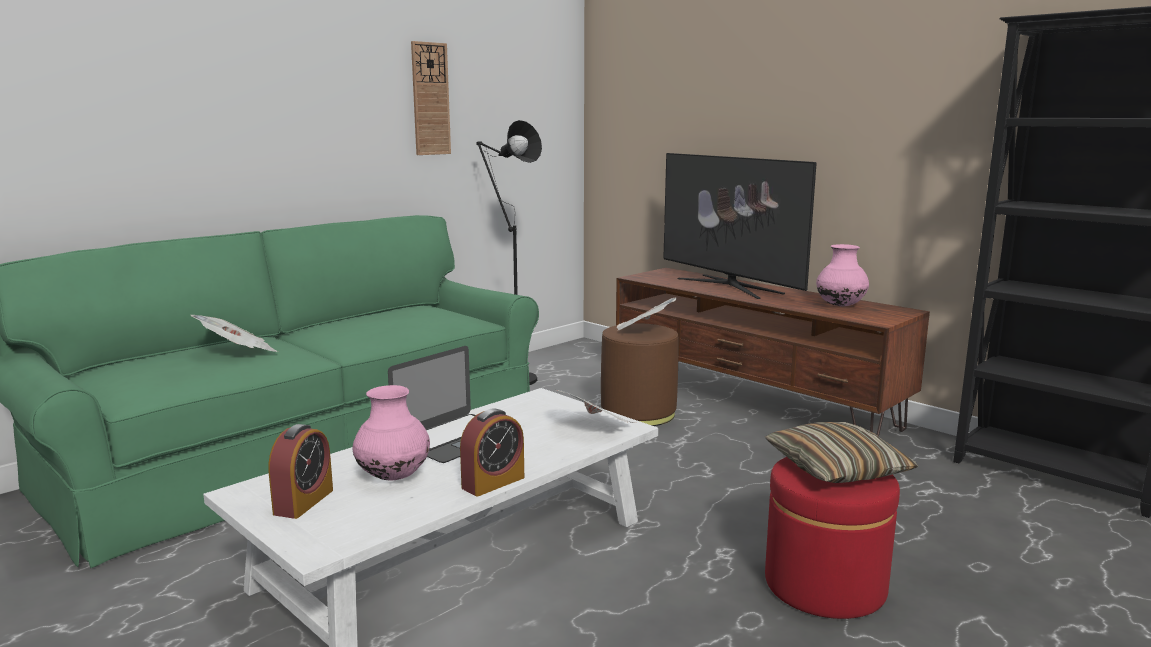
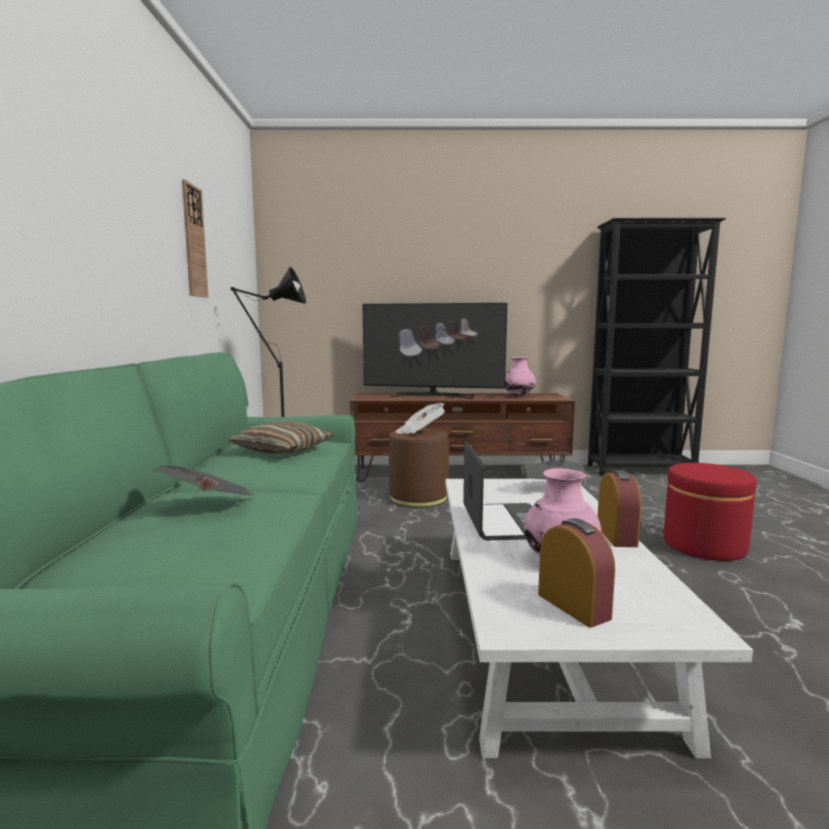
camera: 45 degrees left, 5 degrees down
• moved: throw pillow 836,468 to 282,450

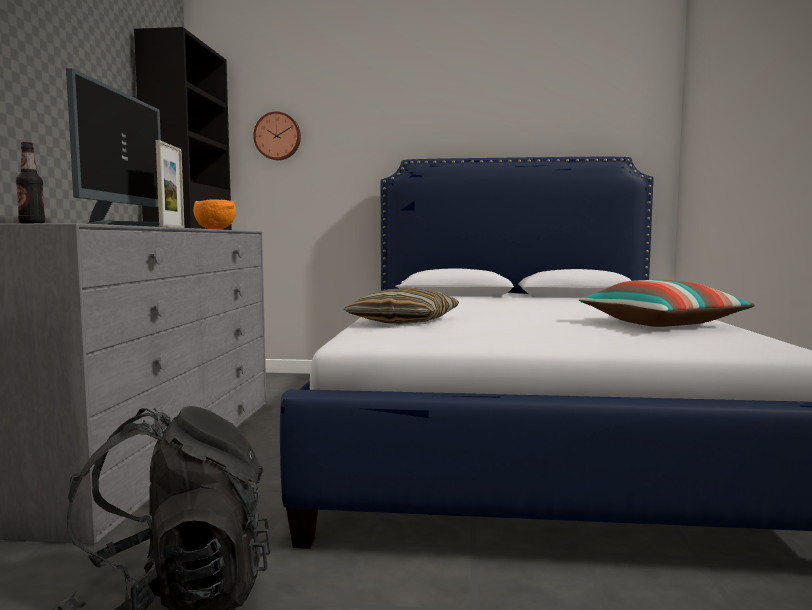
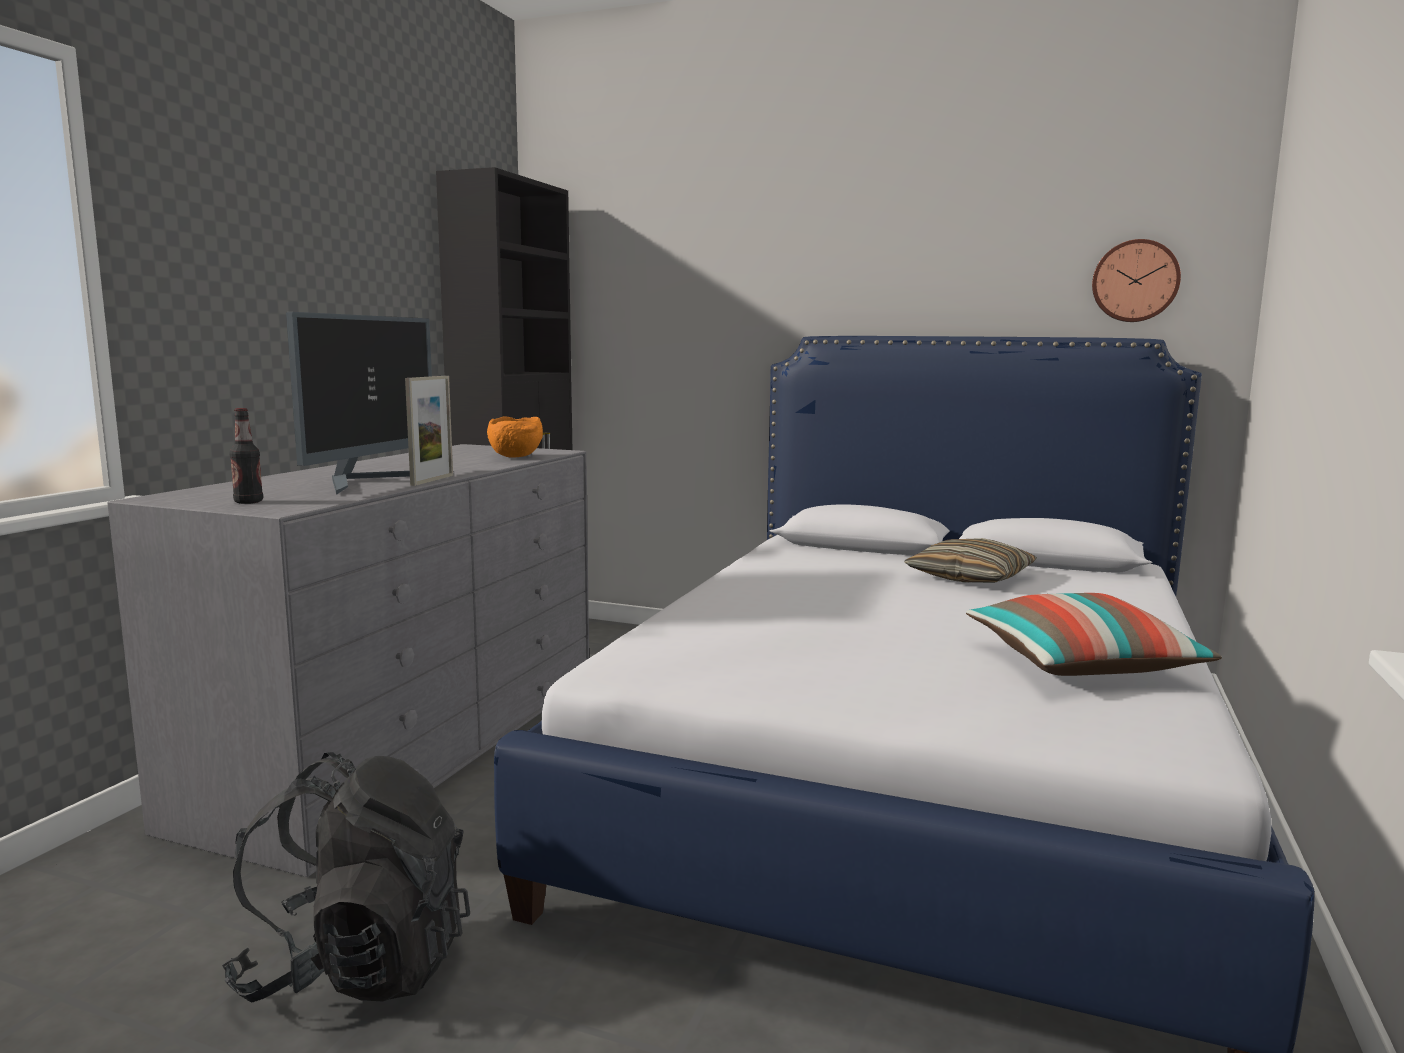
camera: 15 degrees right, 5 degrees up
• moved: wall clock 278,136 to 1135,281
• moved: throw pillow 404,321 to 970,577

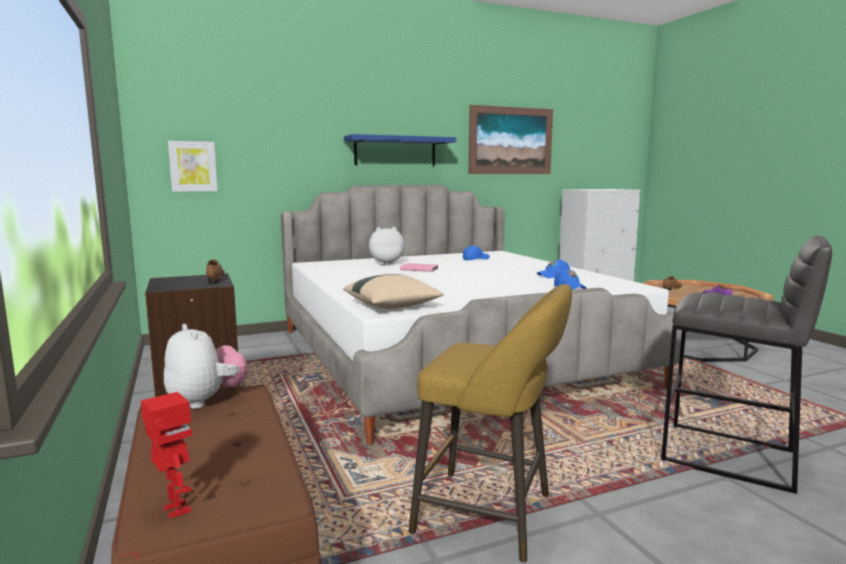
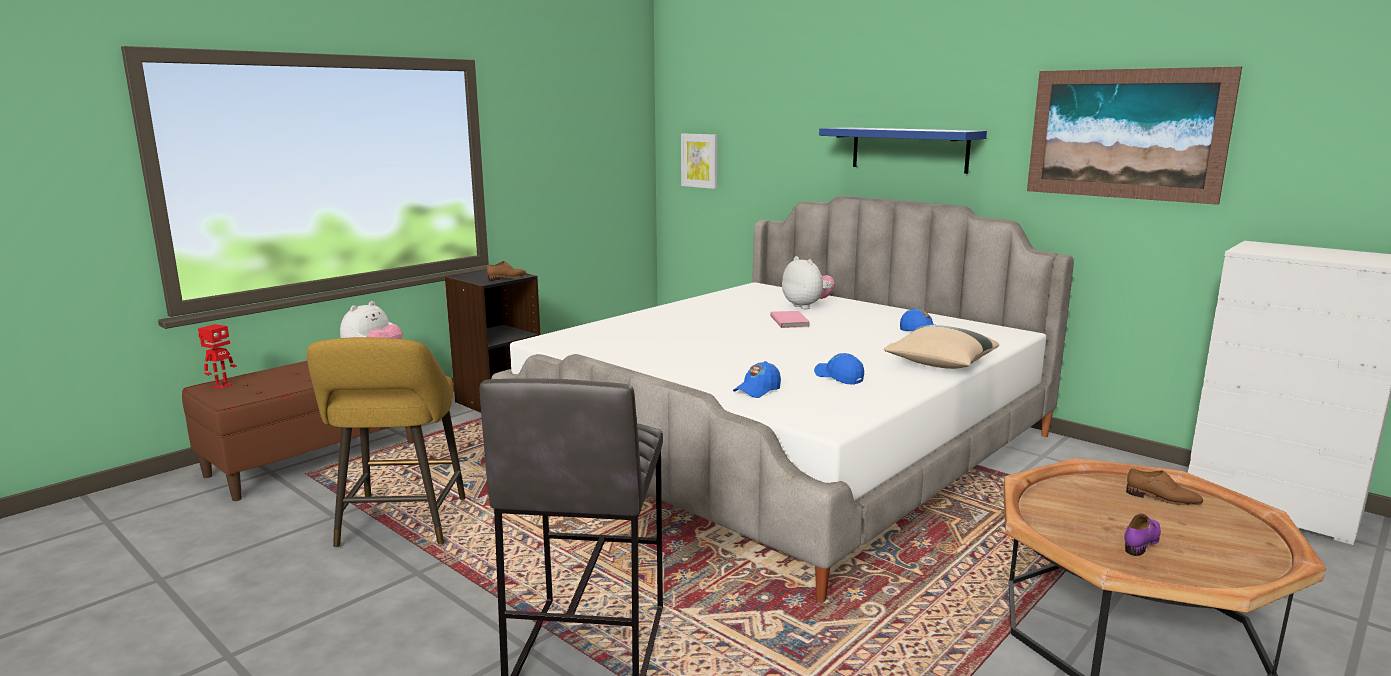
camera: 65 degrees right, 5 degrees up
• moved: sand-coloured throw pillow 392,307 to 940,364

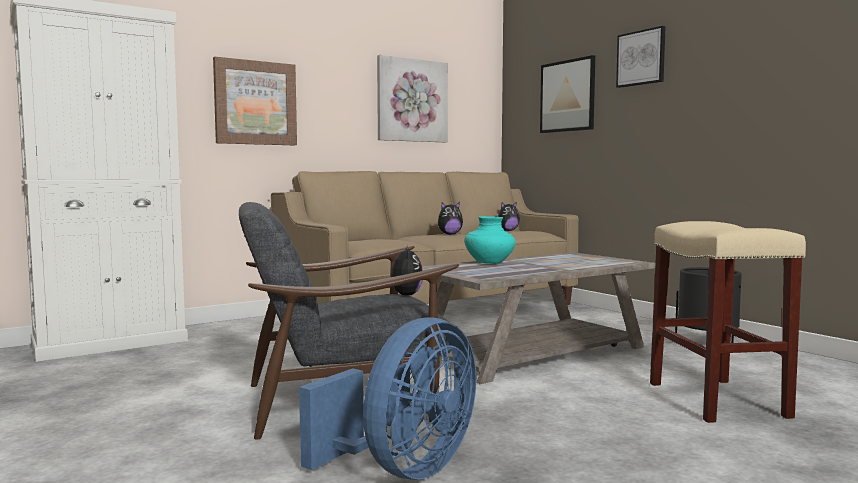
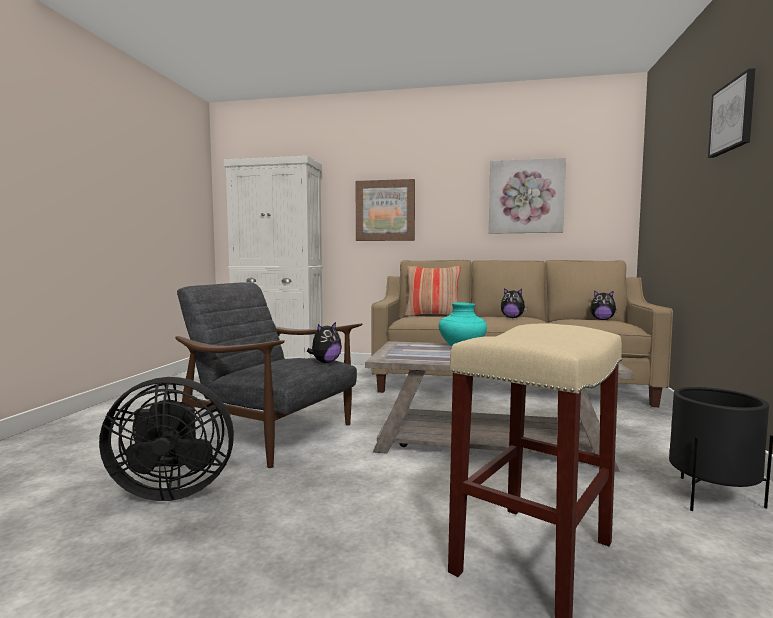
camera: 45 degrees right, 0 degrees up
• removed: picture 567,96
• recoloured: bluish cooling fan 404,469 to blackish cooling fan 171,490
• added: throw pillow 432,315

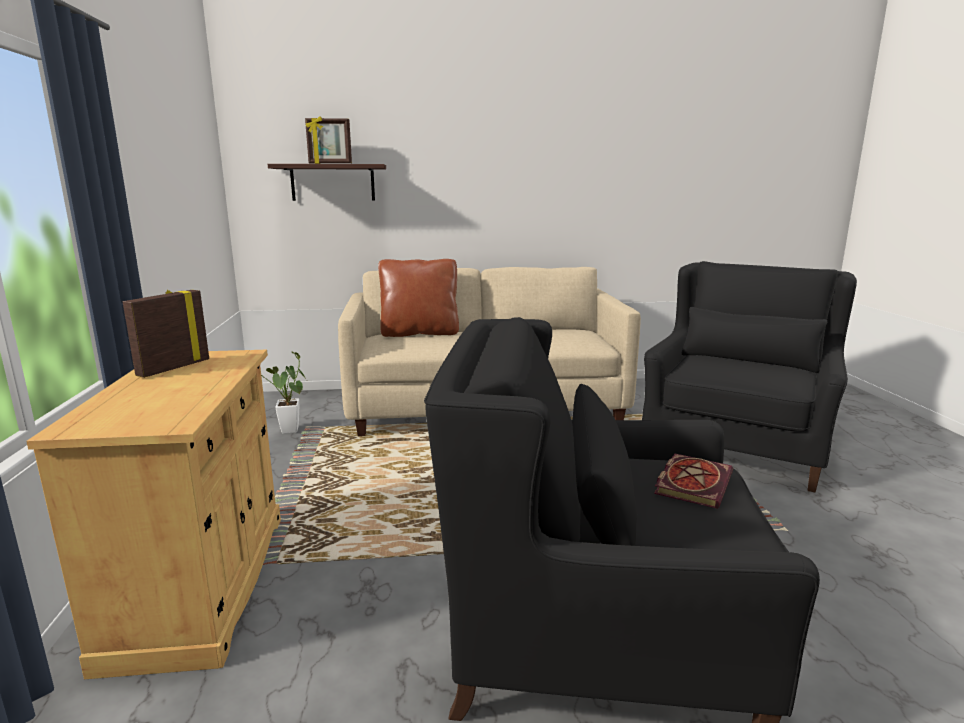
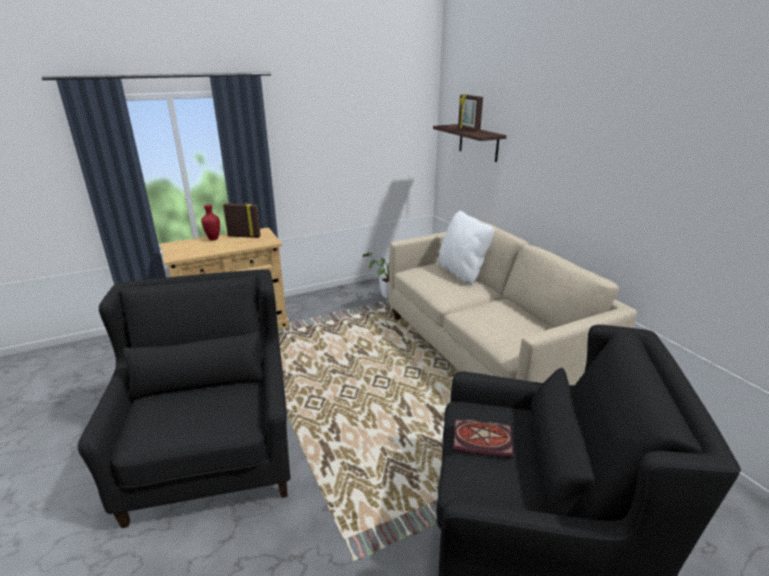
camera: 70 degrees right, 10 degrees up
• recoloured: brownish throw pillow 419,333 to white throw pillow 462,273
• moved: bound book 692,482 to 483,440
• added: reddish flower vase 213,239

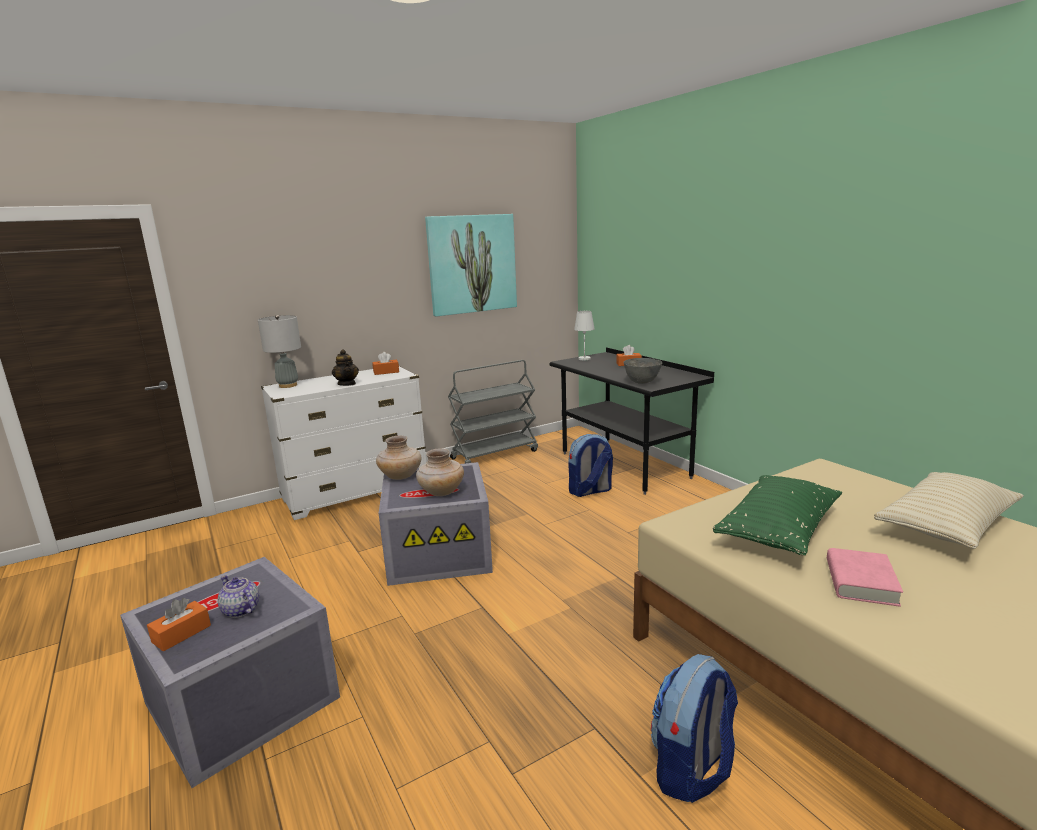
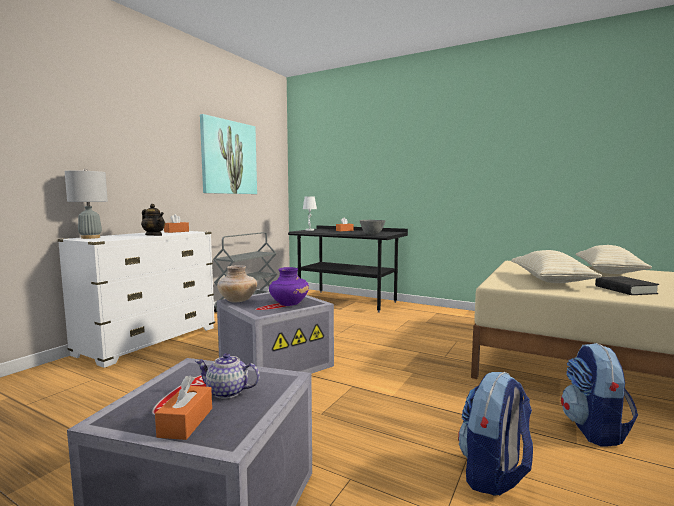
camera: 30 degrees left, 10 degrees down
• moved: backpack 590,491 to 493,474
• recoloured: sand-coloured flower vase 441,492 to purple flower vase 289,304
• recoloured: green-coloured throw pillow 778,530 to sand-coloured throw pillow 550,281
• recoloured: pink bound book 860,582 to blackish bound book 625,290

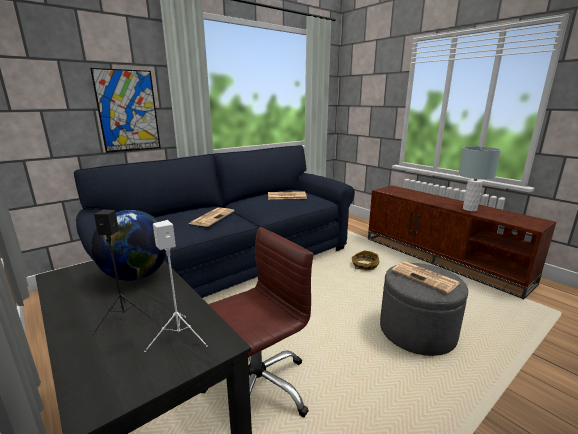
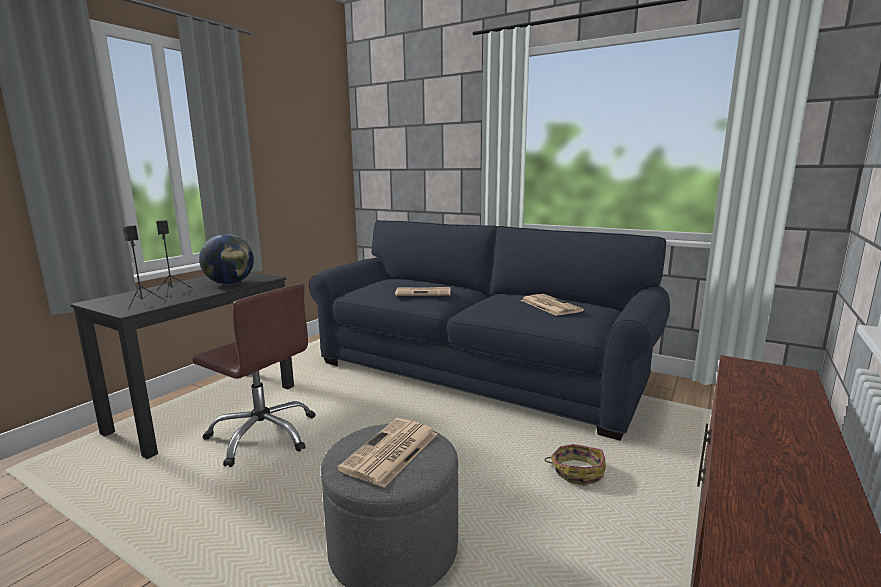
camera: 70 degrees right, 5 degrees down
• removed: picture 128,111
• removed: gray lamp for a table 469,209
• recoloured: white audio speaker 179,336 to blackish audio speaker 143,303

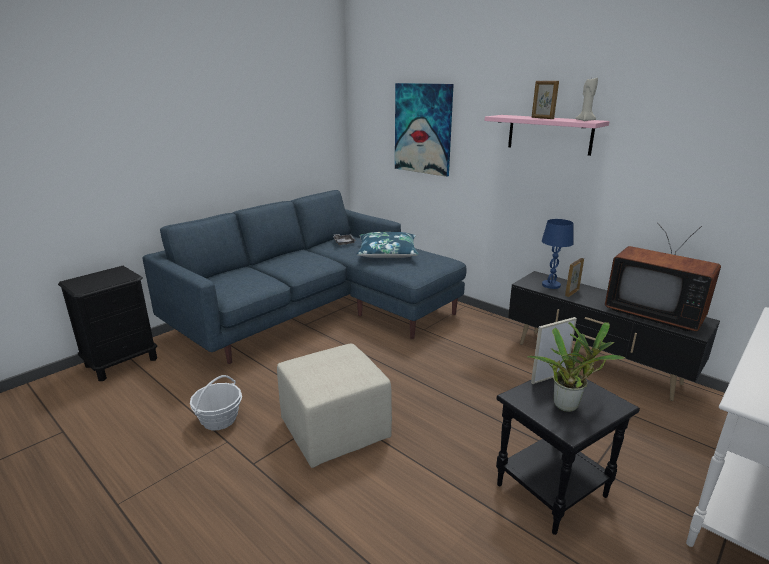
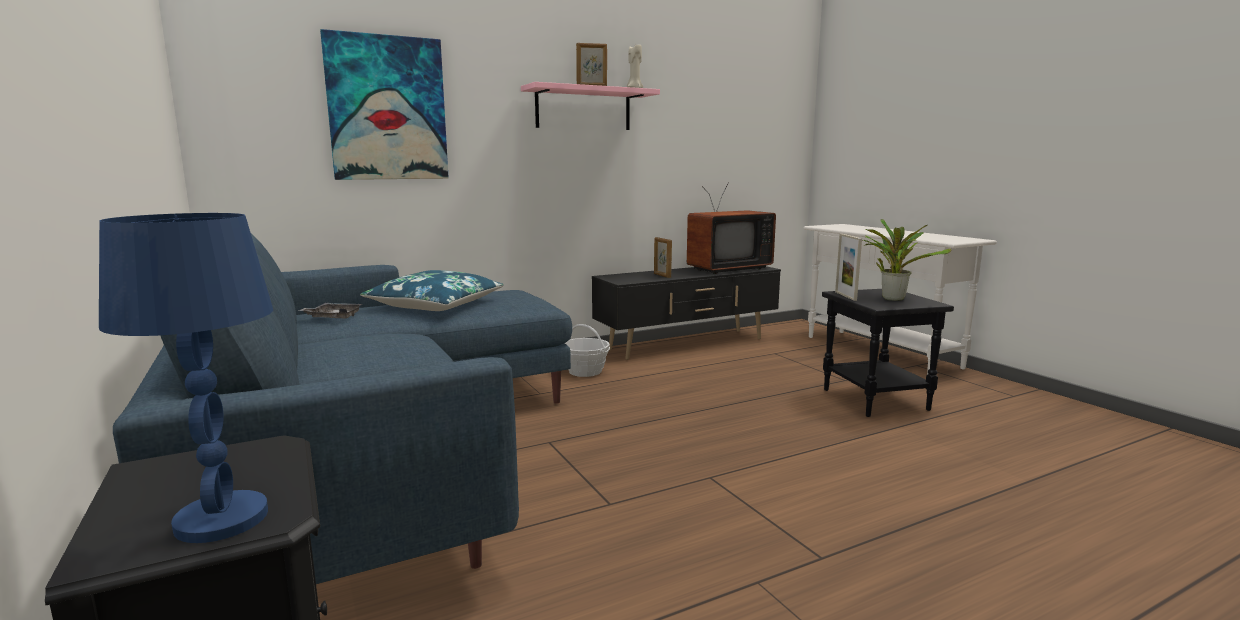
camera: 70 degrees left, 10 degrees down
• moved: bluish lamp for a table 551,285 to 222,520
• removed: sand-coloured footrest 336,430
• moved: storage basket 219,420 to 585,371

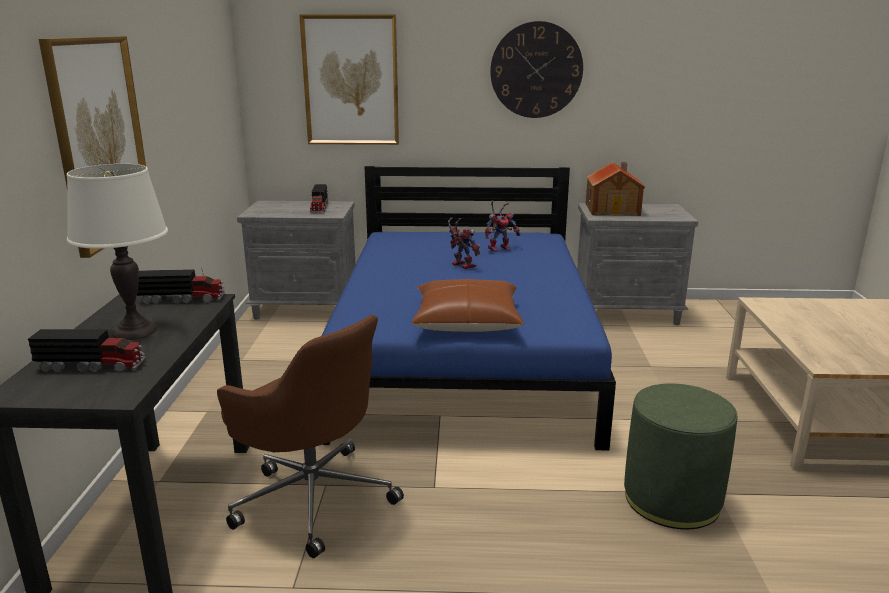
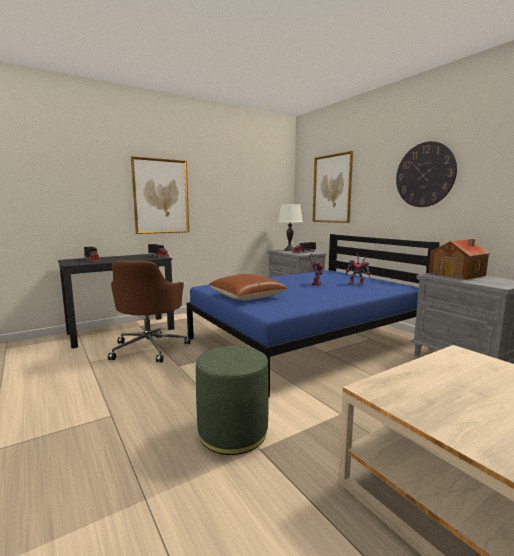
camera: 55 degrees right, 10 degrees down
• moved: white lamp for a table 134,331 to 289,250

